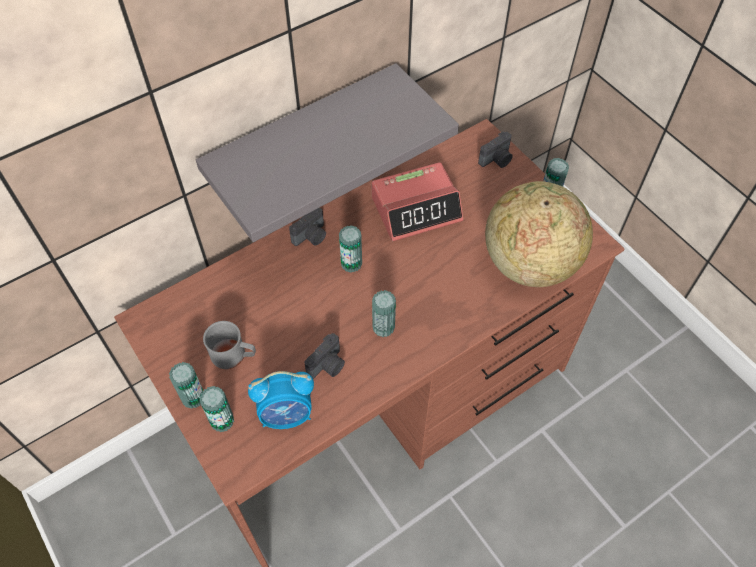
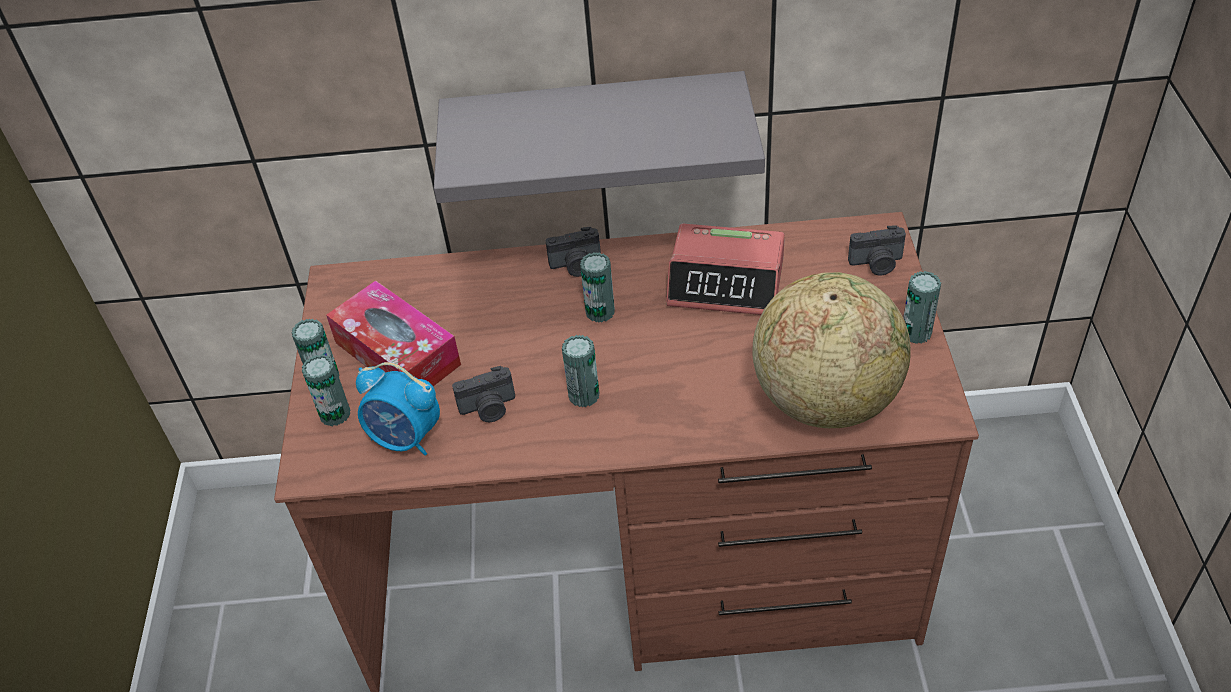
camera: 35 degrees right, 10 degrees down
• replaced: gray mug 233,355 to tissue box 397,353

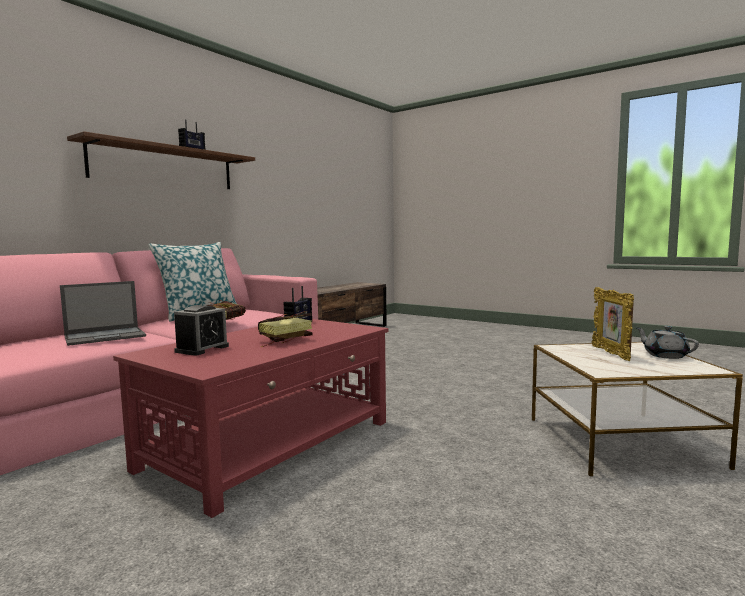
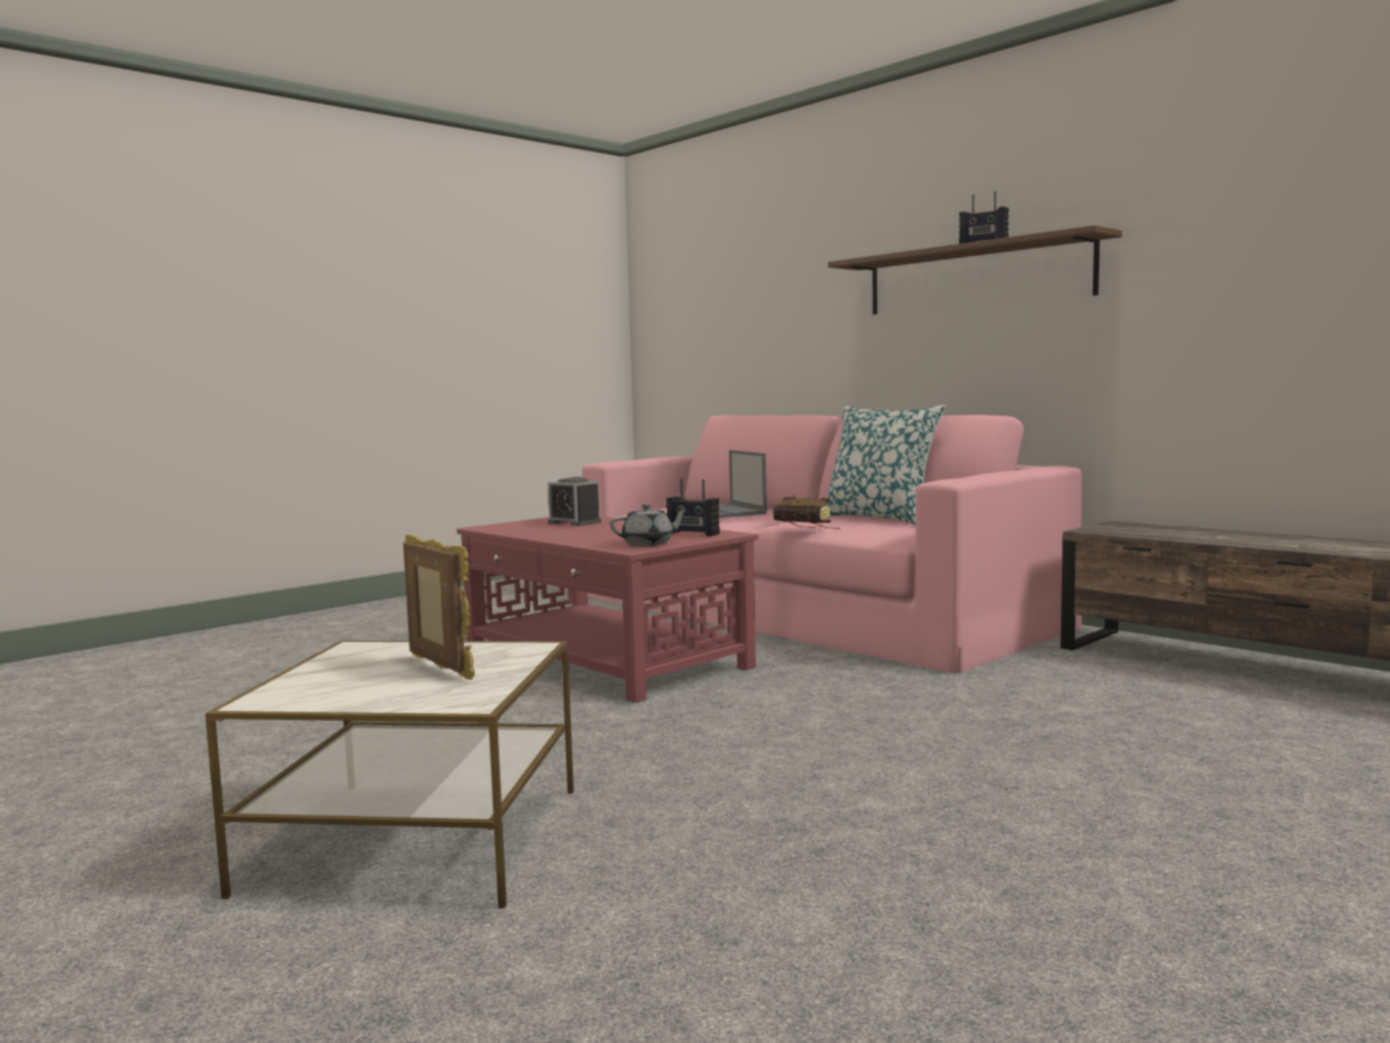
camera: 100 degrees right, 0 degrees up
• turned: standing frame 611,353 = 439,669 45 degrees clockwise
• removed: bound book 281,341
• moved: gray teapot 665,355 to 649,543

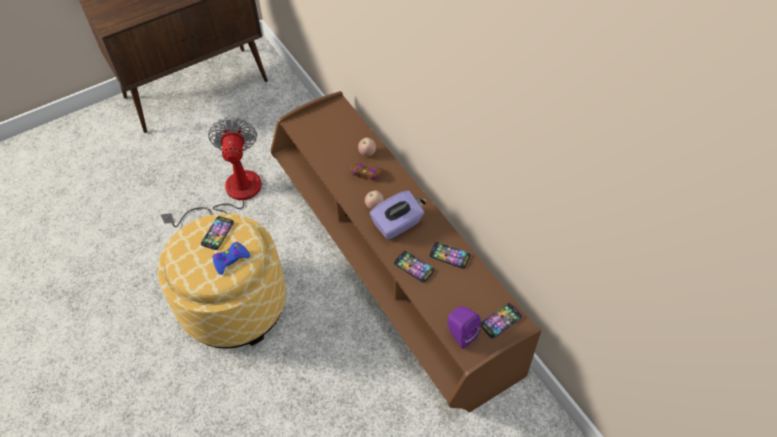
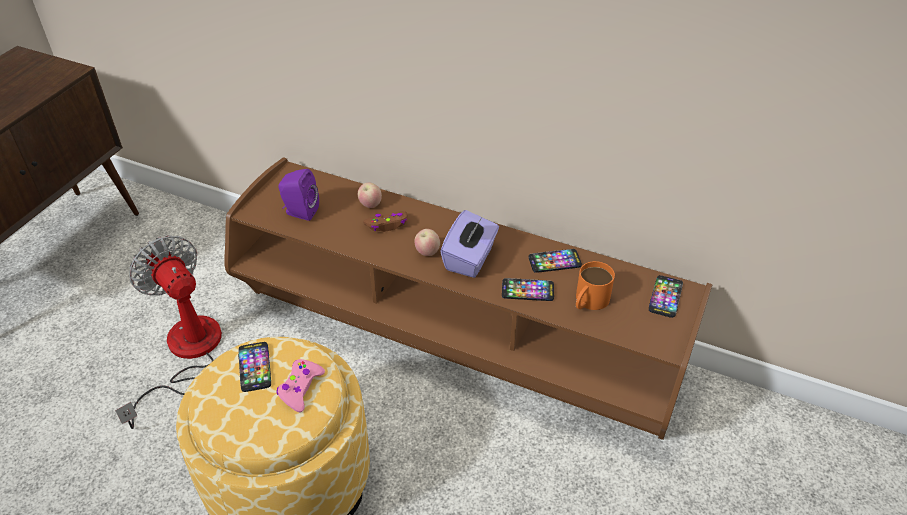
camera: 35 degrees left, 10 degrees down
• recoloured: bluish gamepad 230,260 to pink gamepad 300,388
• moved: purple audio speaker 460,334 to 300,212
• added: orange-coloured mug 588,301

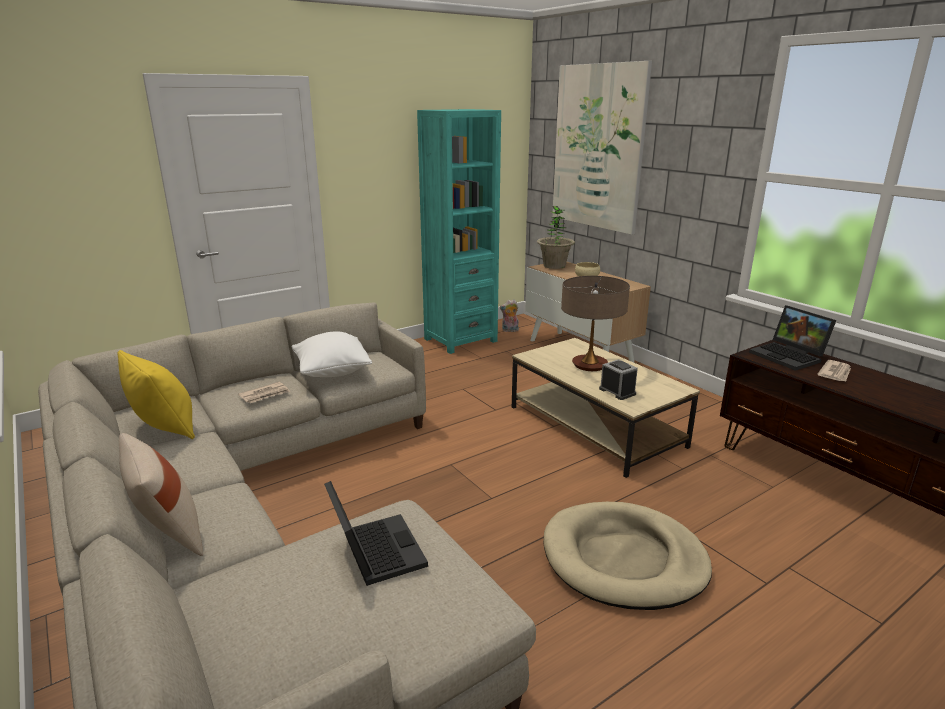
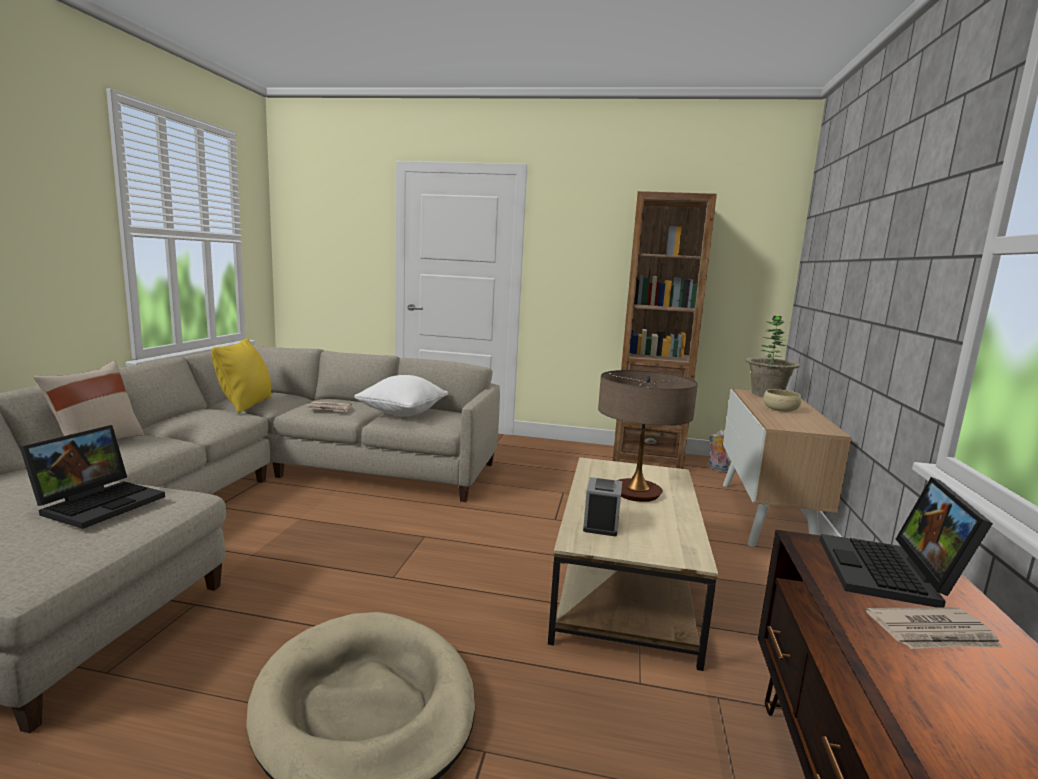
camera: 45 degrees right, 10 degrees down
• removed: picture 598,147
• recoloured: blue-green bookcase 460,340 to brownish bookcase 646,459

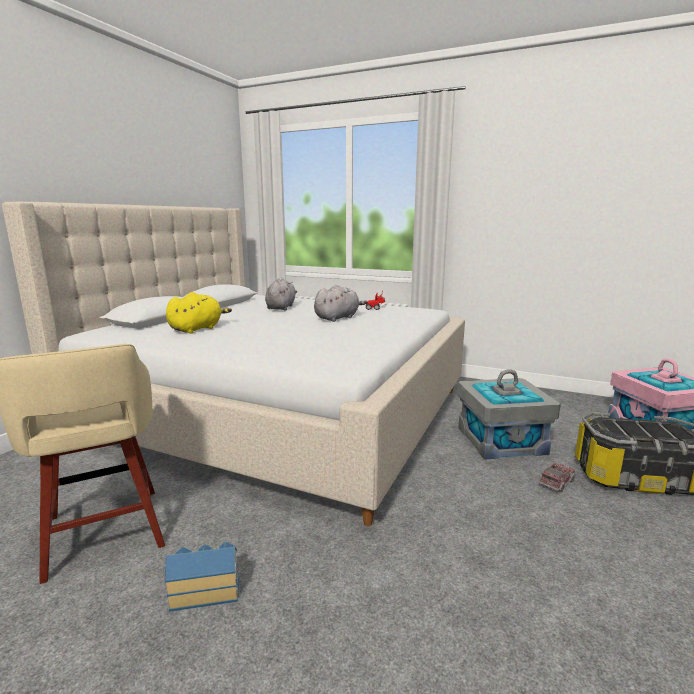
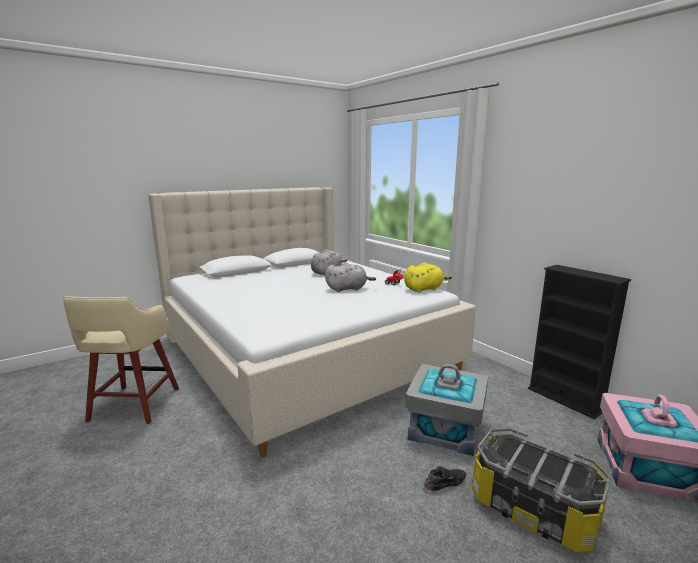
camera: 30 degrees right, 0 degrees up
• moved: yellowish cuddly toy 197,329 to 424,289
• replaced: model truck 557,483 to blackish low shoe 444,482
• removed: miniature house 205,590
• added: blackish bookcase 564,399

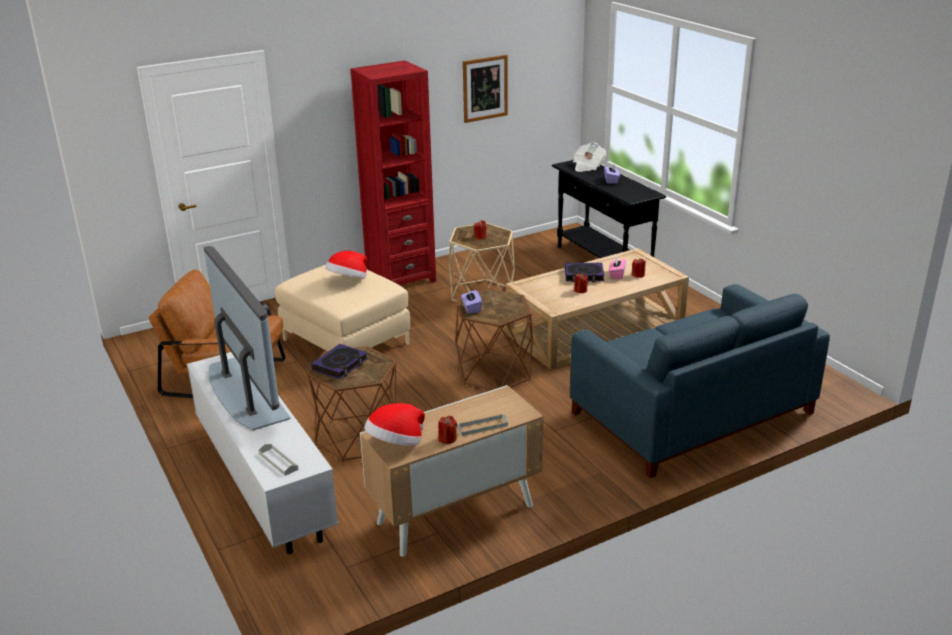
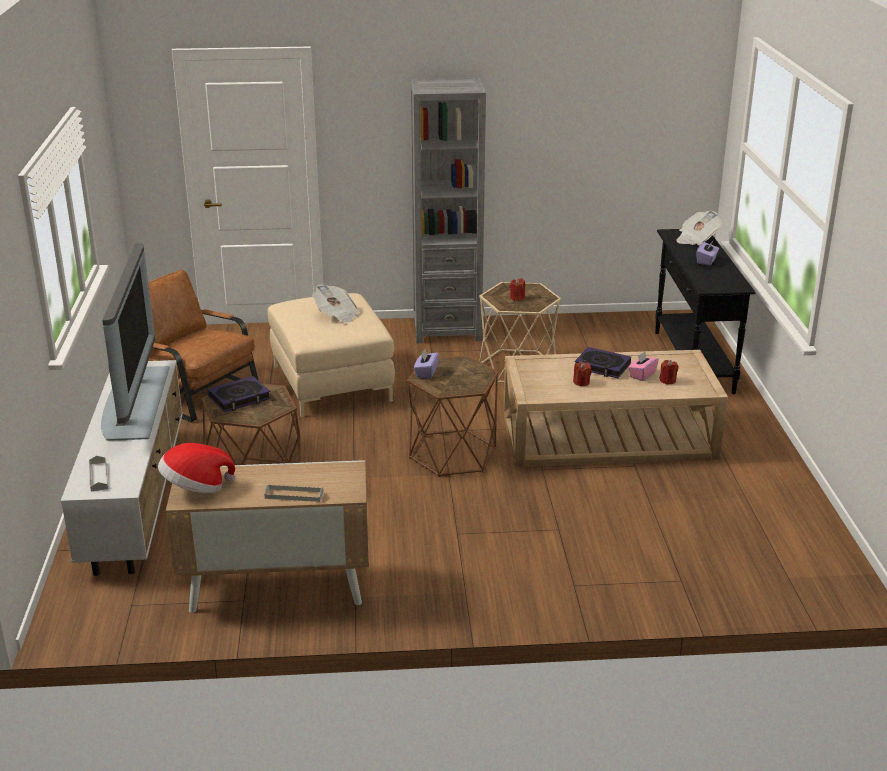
camera: 25 degrees right, 0 degrees up
• removed: picture 485,88
• recoloured: reddish bookcase 401,279 to gray bookcase 447,330
• replaced: hat 348,281 to newspaper 336,315
• removed: bluish settee 690,412
• removed: reddish wax candle 447,438

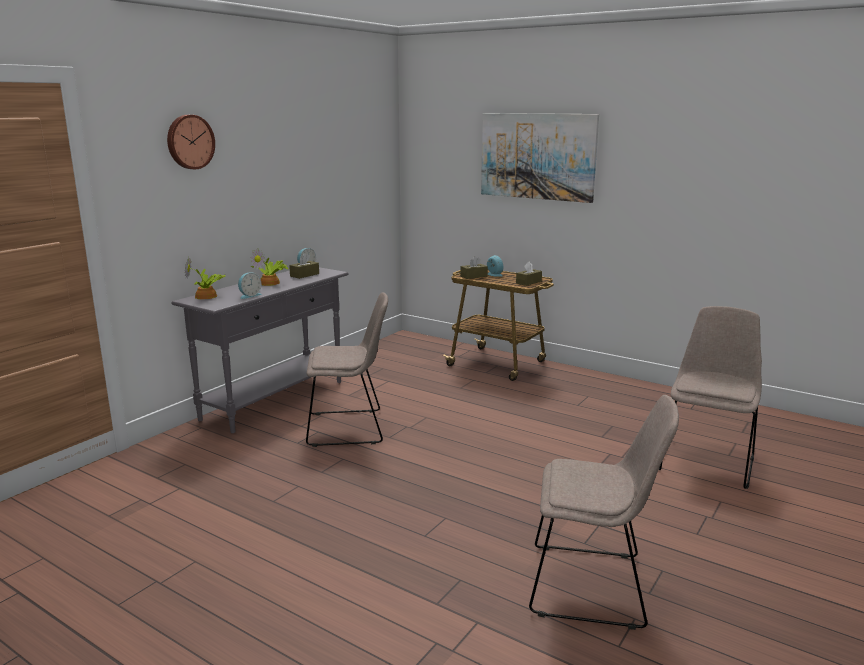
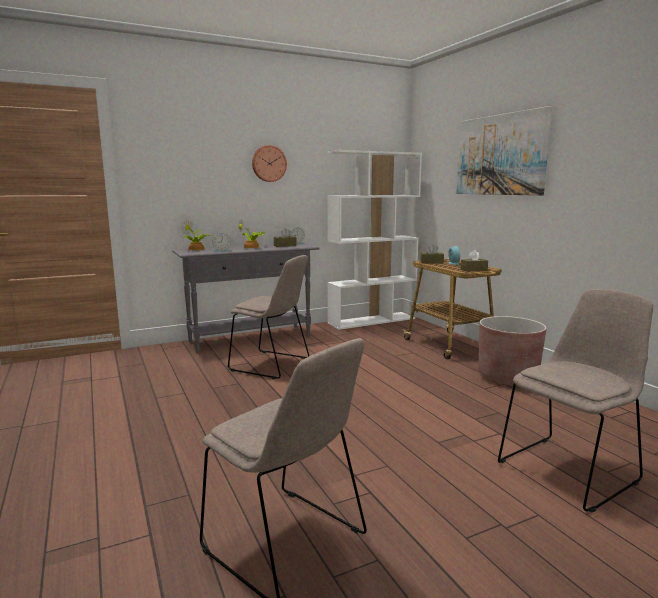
camera: 30 degrees right, 5 degrees down
• moved: wall clock 189,142 to 268,163
• added: white bookcase 372,320
• added: brownish planter 507,377

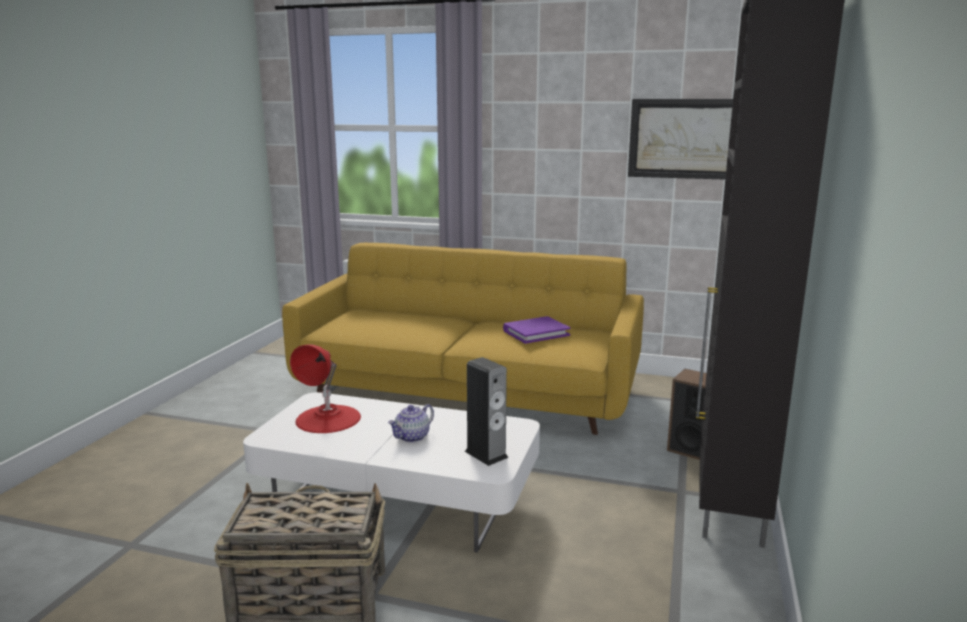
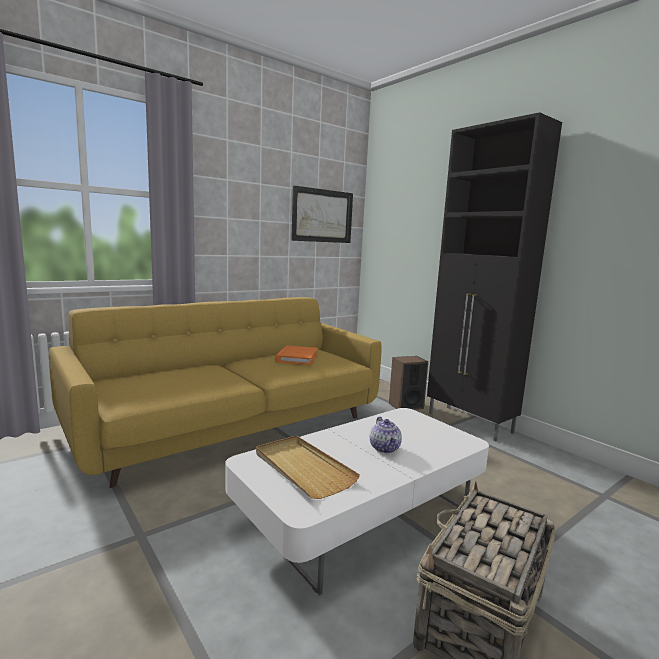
camera: 55 degrees left, 5 degrees down
• recoloured: purple bound book 536,333 to orange-coloured bound book 297,358
• replaced: reddish lamp for a table 328,419 to sand-coloured tray 302,468
• removed: audio speaker 486,454

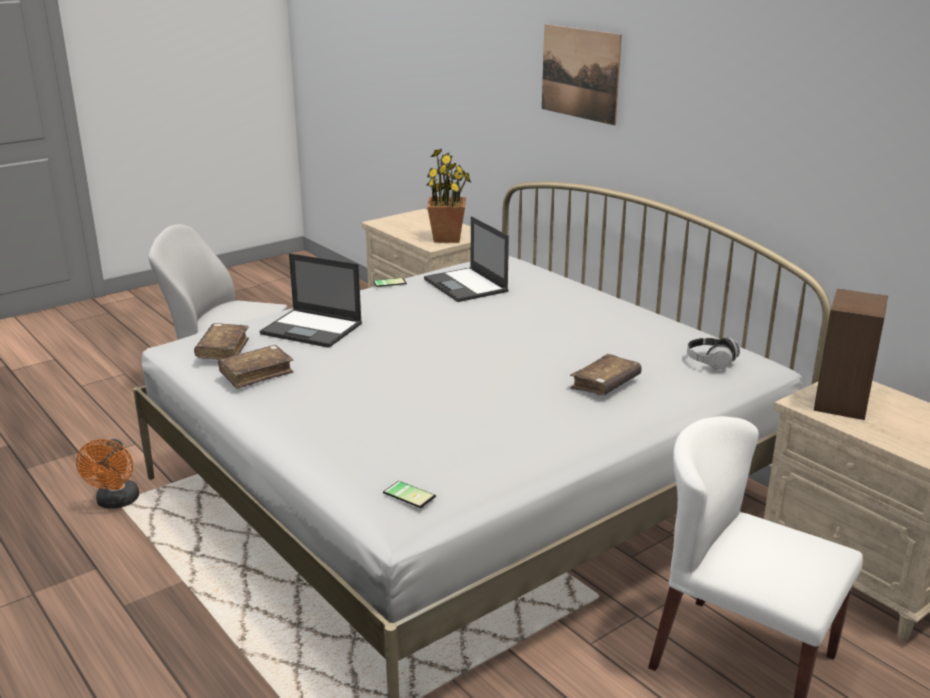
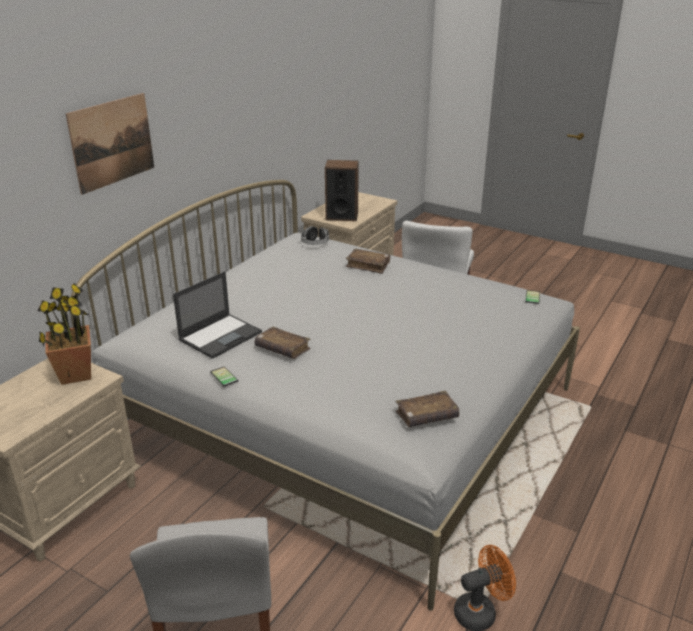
camera: 110 degrees left, 5 degrees up
• removed: portable computer 313,329
• moved: brownish bound book 256,374 to 282,349

